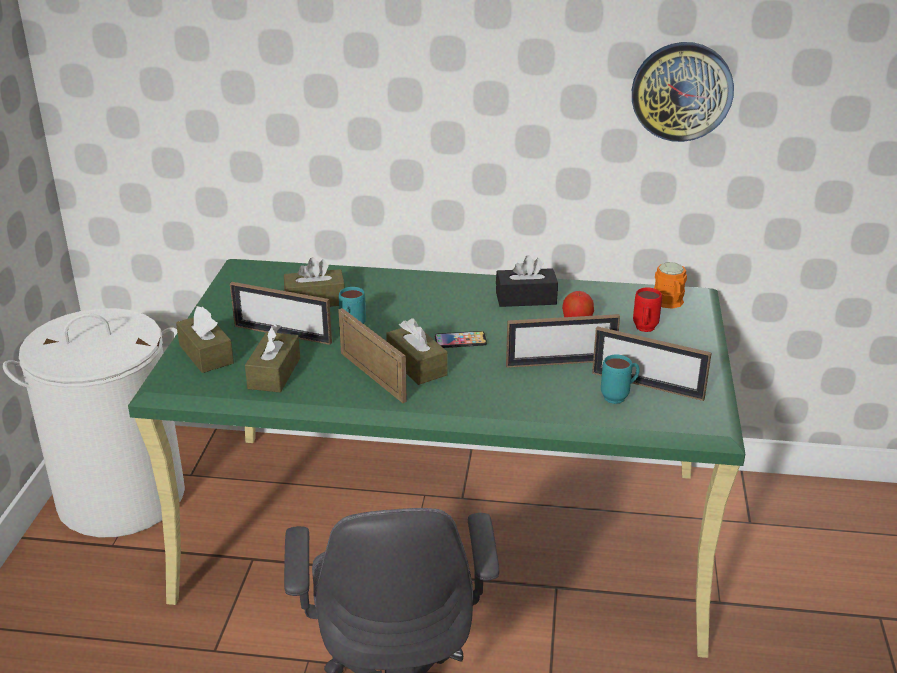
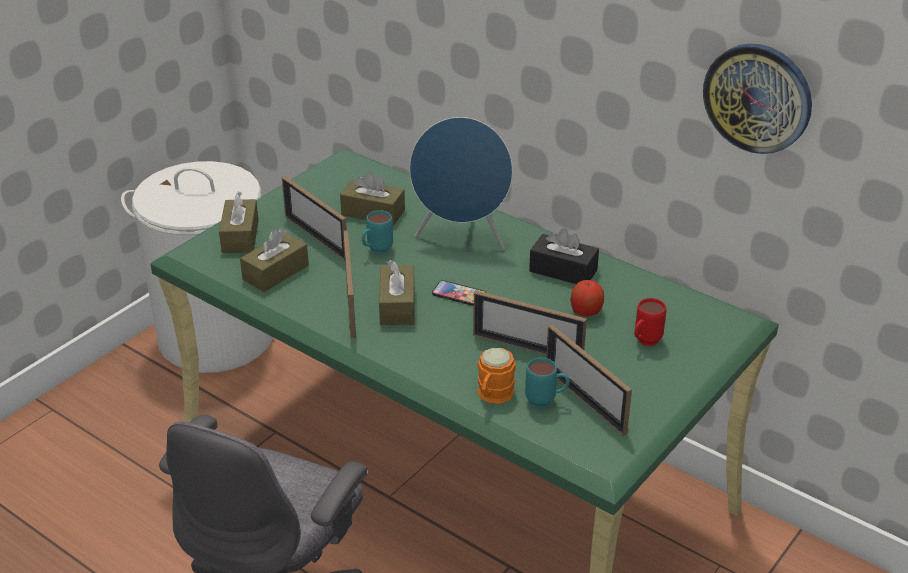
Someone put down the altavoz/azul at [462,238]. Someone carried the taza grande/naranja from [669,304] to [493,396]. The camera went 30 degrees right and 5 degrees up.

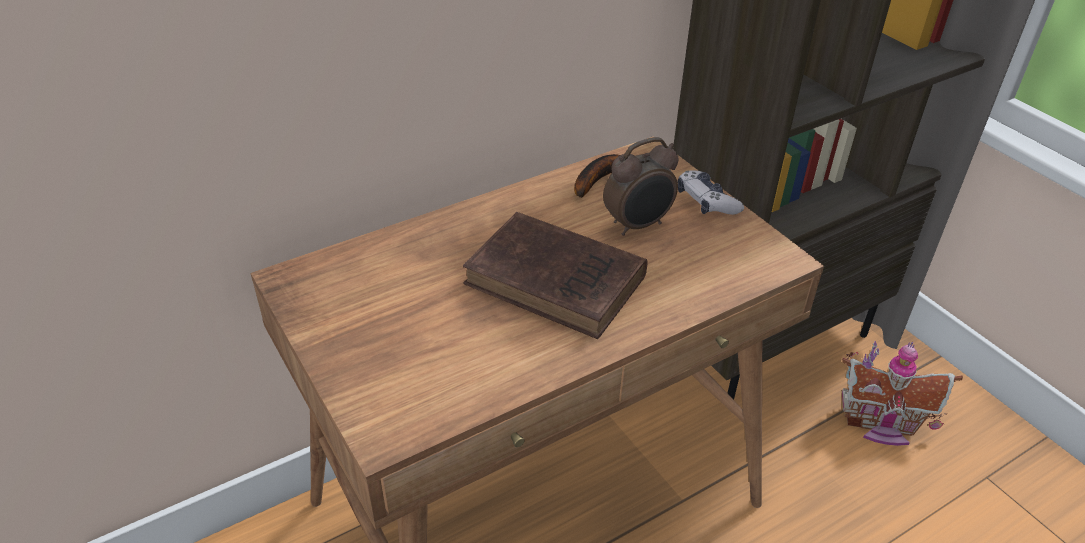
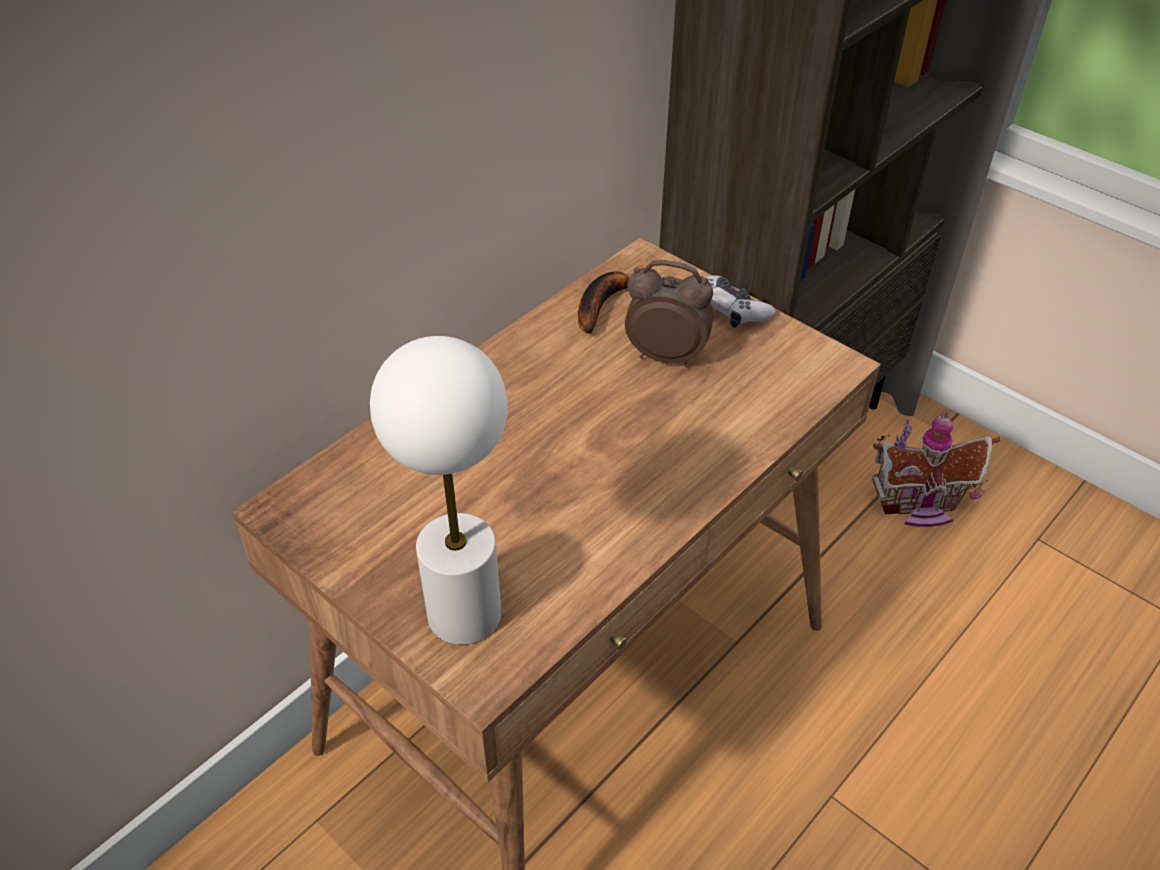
Someone took away the libro/marrón at [559,282]. Someone put down the lámpara de mesa/blanco at [465,613]. Someone rotated the despertador at [638,225] by 120 degrees counterclockwise. The camera went 15 degrees left and 5 degrees up.

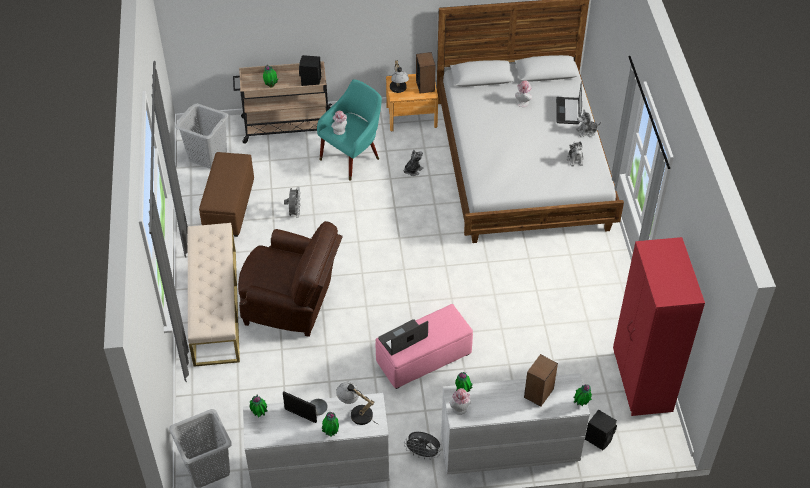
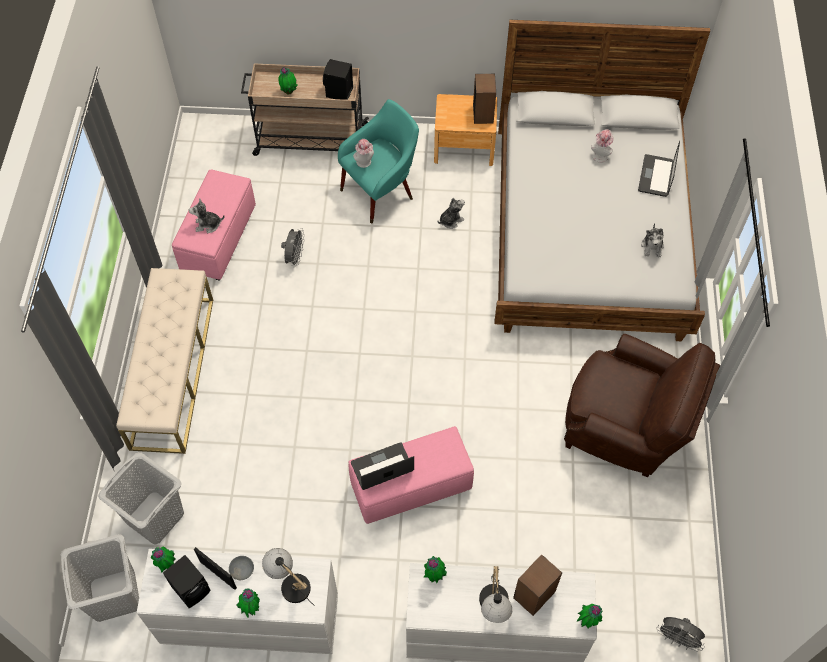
Someone took away the sombrero at [460,410]. Someone took away the armario ropero/rojo at [641,382]. Someone carried the cesto de la ropa/gris from [207,156] to [155,518]. Someone carried the sillón/marrón from [292,305] to [626,427]. Someone carried the lámpara de mesa from [399,90] to [494,607]. Someone carried the ventilador/gris from [423,454] to [677,638]. Someone carried the peluche from [587,131] to [208,225]. Someone carried the altavoz/negro from [599,438] to [192,588]. Someone repainted the puf/marrón at [229,206], which became the puf/rosa at [219,238]. The camera went 10 degrees right and 10 degrees up.

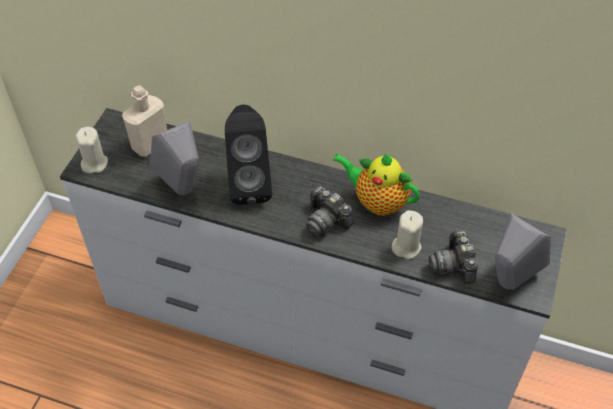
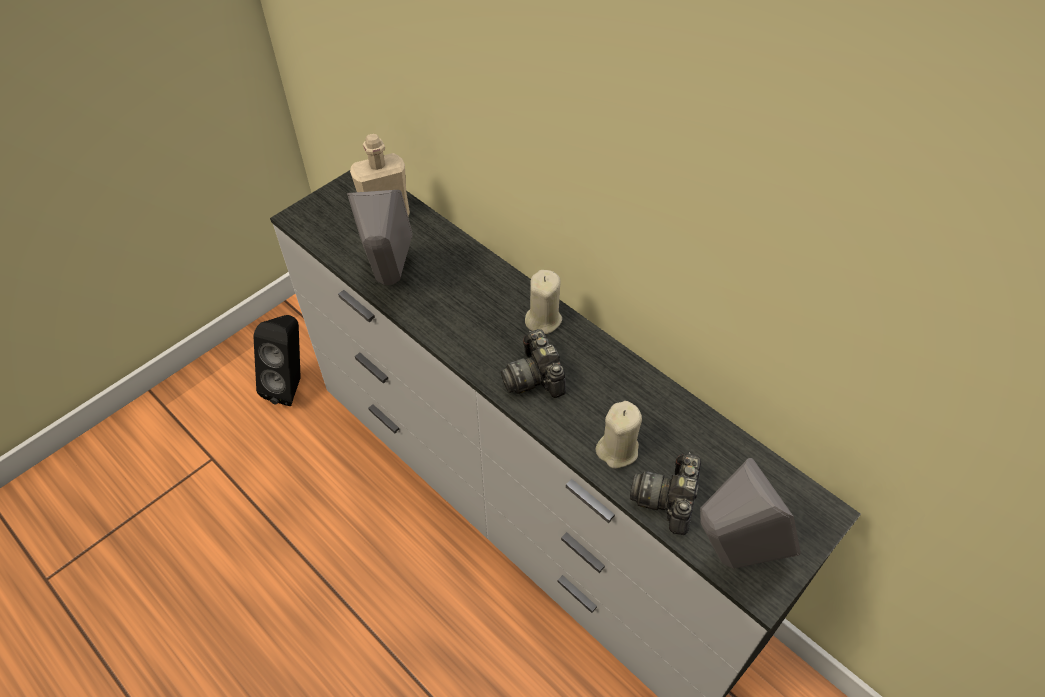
Someone took away the tetera at [377,201]. Someone carried the vela/beis from [94,163] to [543,319]. Someone carried the altavoz/negro from [249,184] to [291,385]. The camera went 25 degrees right and 0 degrees up.

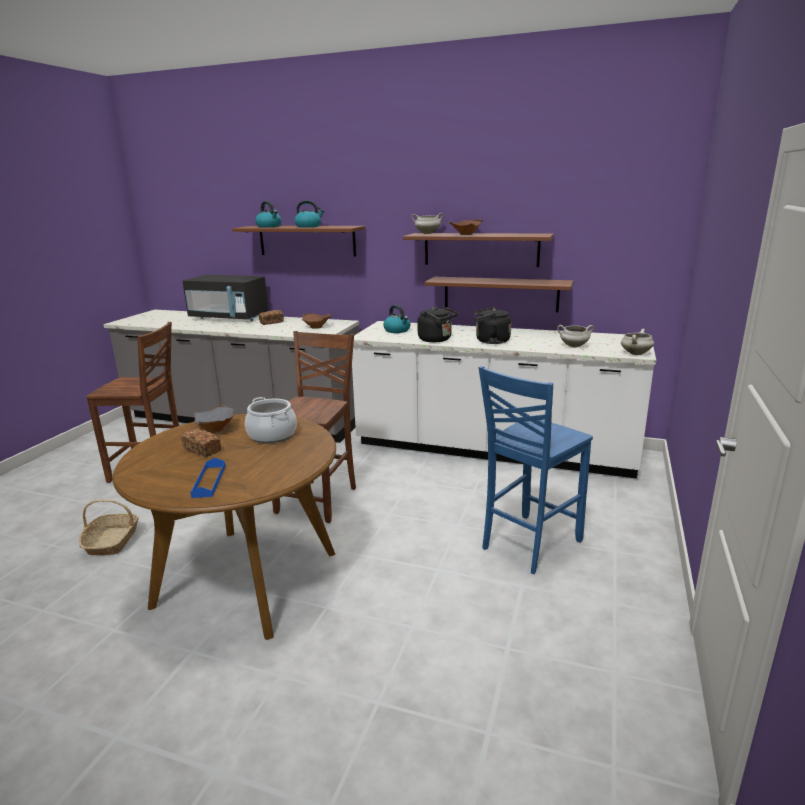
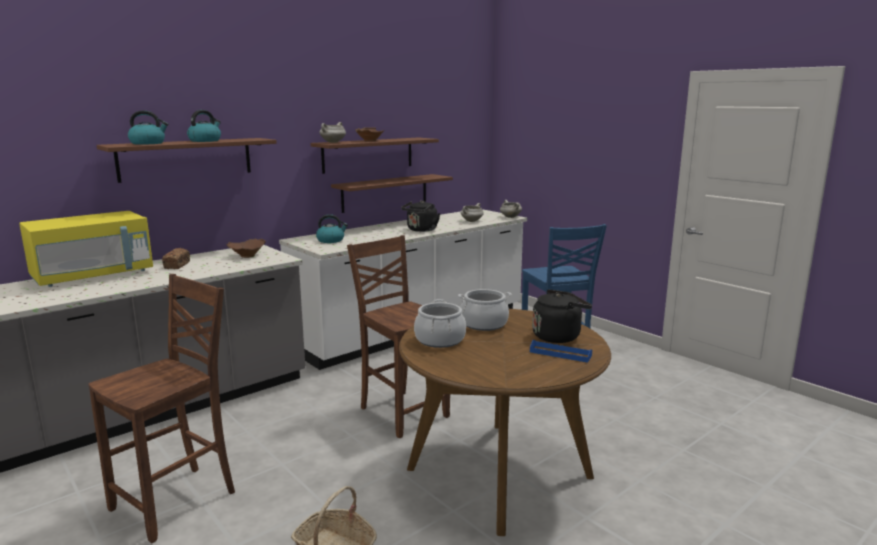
Someone took away the pan at [202,450]. Someone carried the hervidor/negro from [437,340] to [558,336]. Someone swapped the cuenco/gris at [216,429] for the olla at [439,340]. Someone repainted the microondas/negro at [229,318], which became the microondas/amarillo at [93,276]. The camera went 60 degrees left and 5 degrees down.

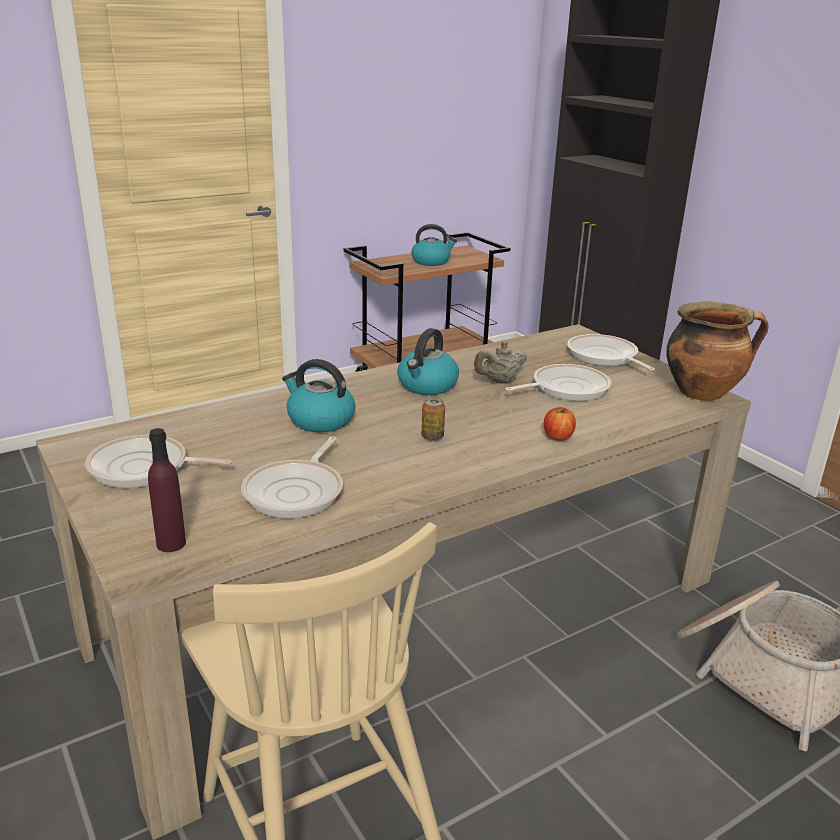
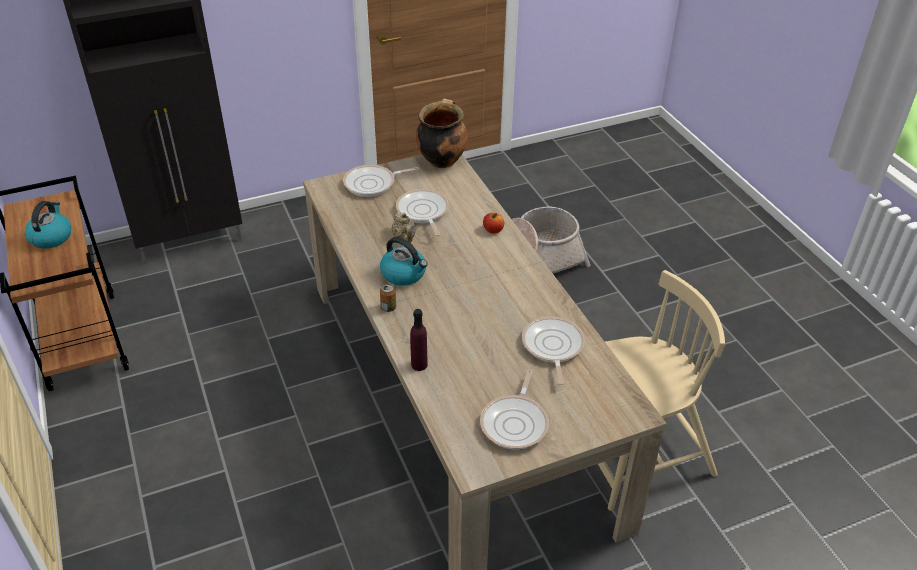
Someone took away the hervidor at [319,420]. Someone carried the botella/morado from [171,543] to [419,364]. Someone carried the lata from [432,437] to [388,308]. Someone rotated the sartén at [297,492] by 120 degrees counterclockwise. The camera went 80 degrees left and 15 degrees up.

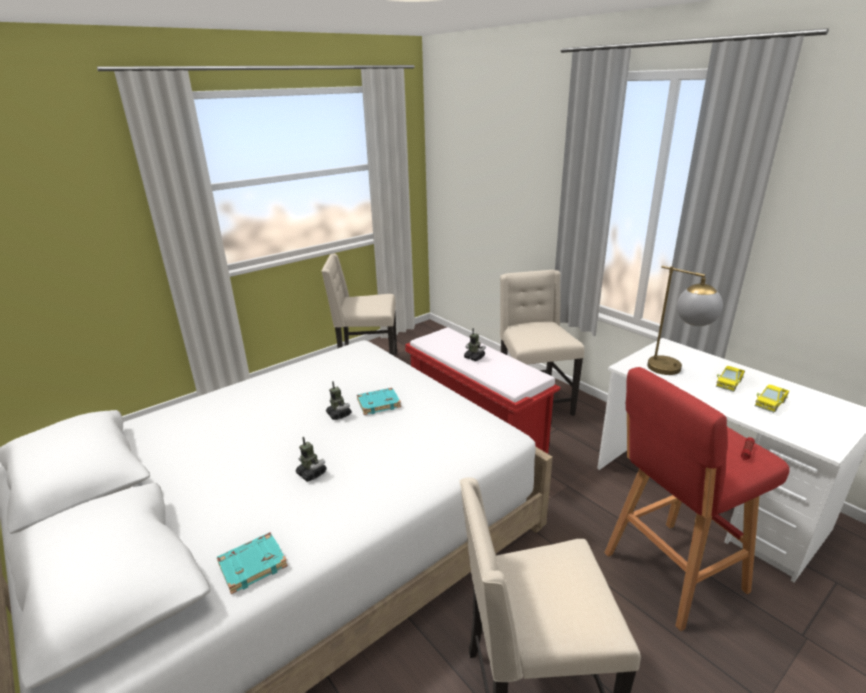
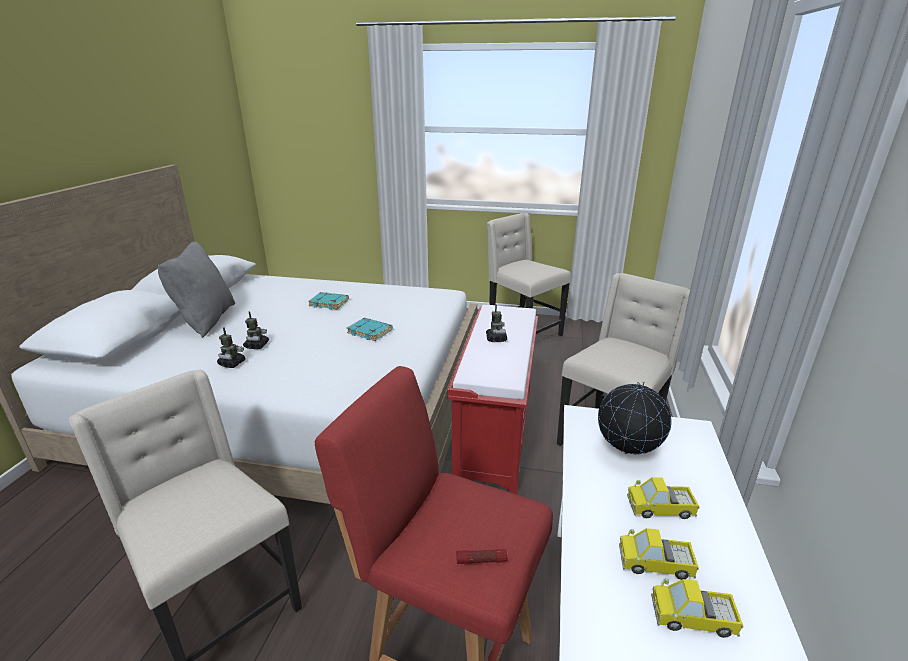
Someone put down the cojín/gris at [205,320]. Someone put down the camión de juguete at [692,618]. Someone carried the libro/turquesa from [253,564] to [330,303]. Someone carried the robot de juguete from [339,414] to [232,363]. Someone swapped the lámpara de mesa at [675,371] for the globo terráqueo at [627,454]. The camera went 50 degrees right and 0 degrees up.

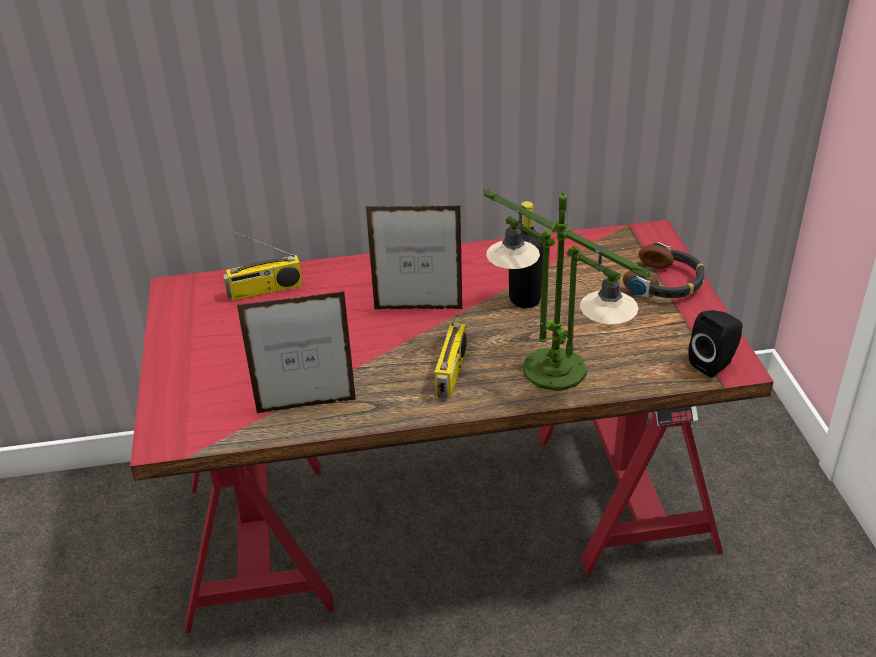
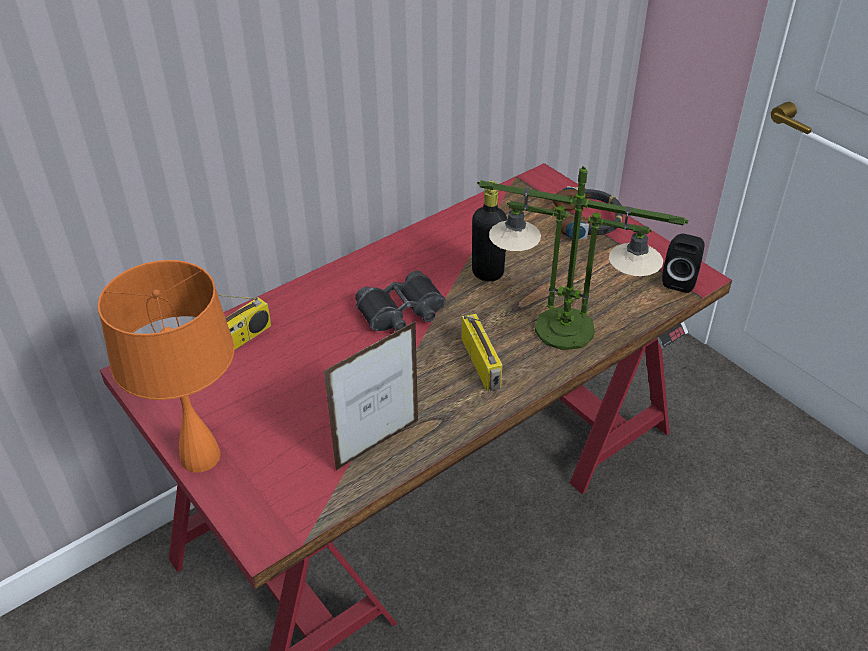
Someone put down the lámpara de mesa/naranja at [200,456]. Someone swapped the portarretratos at [418,309] for the prismáticos/negro at [402,312]. The camera went 30 degrees left and 5 degrees up.

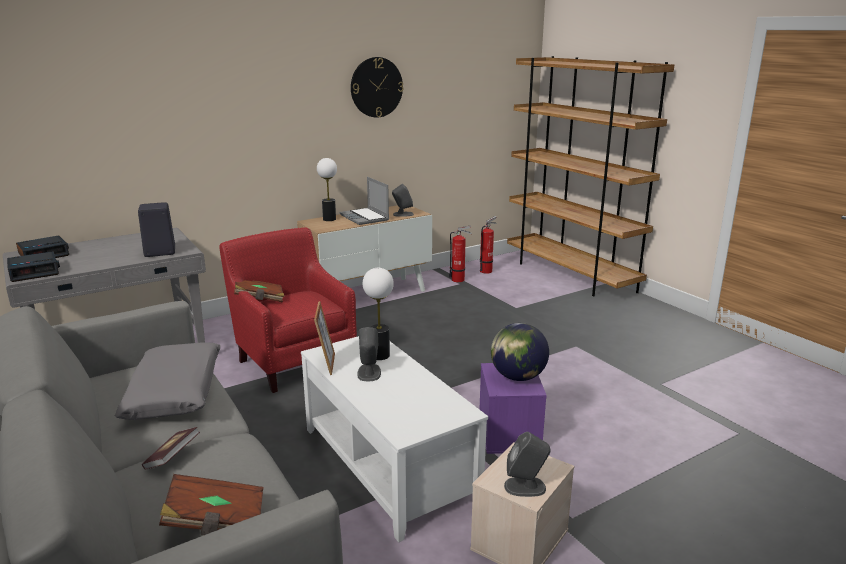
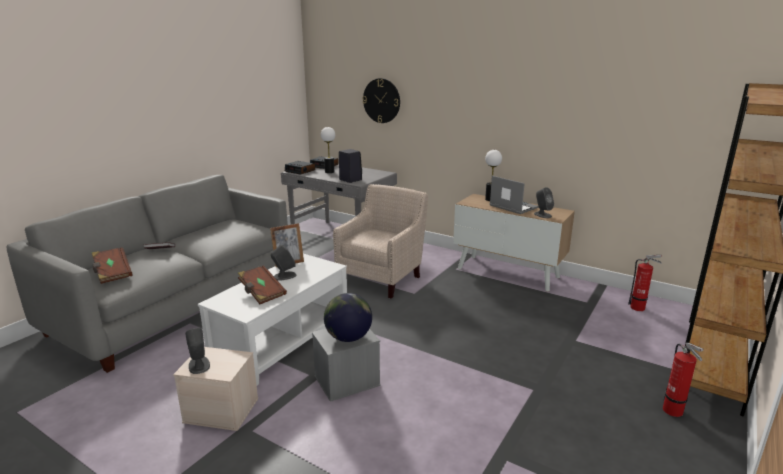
Someone took away the cojín/gris at [175,392]. Someone carried the libro/marrón from [259,299] to [261,293]. Someone carried the reloj de pared from [376,87] to [381,100]. Someone carried the lámpara de mesa from [380,355] to [329,172]. Someone carried the extintor from [459,280] to [674,412]. Someone repainted the sillón/rojo at [295,360], which became the sillón/beis at [382,278]. Someone repainted the caja de almacenaje/morado at [510,434], which became the caja de almacenaje/gris at [346,381]. Someone rotated the portátil at [365,217] by 105 degrees clockwise. The camera went 65 degrees right and 0 degrees up.

